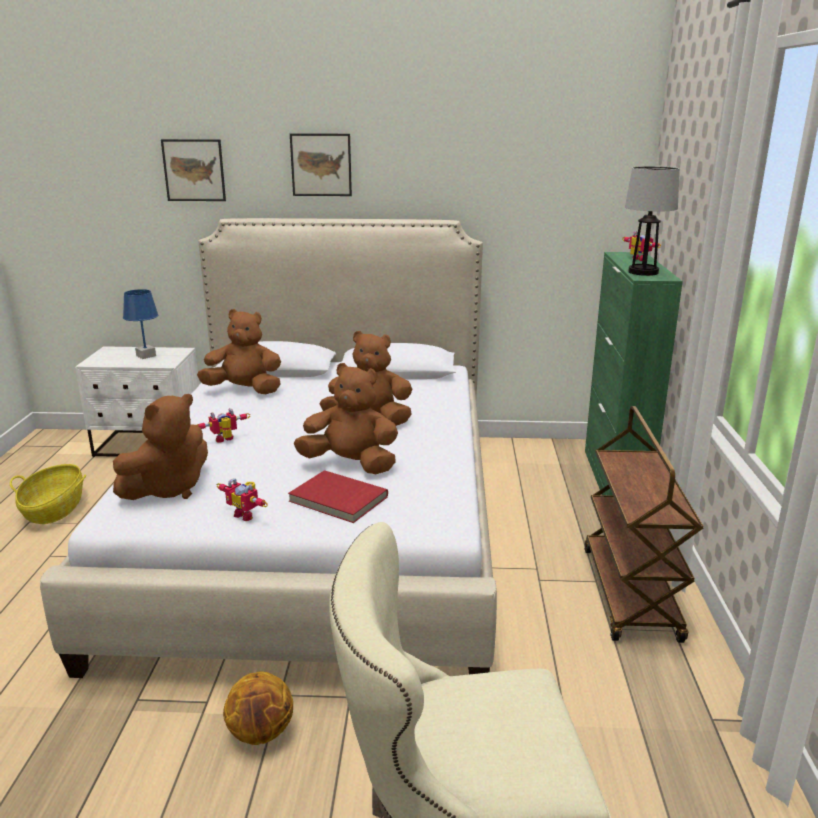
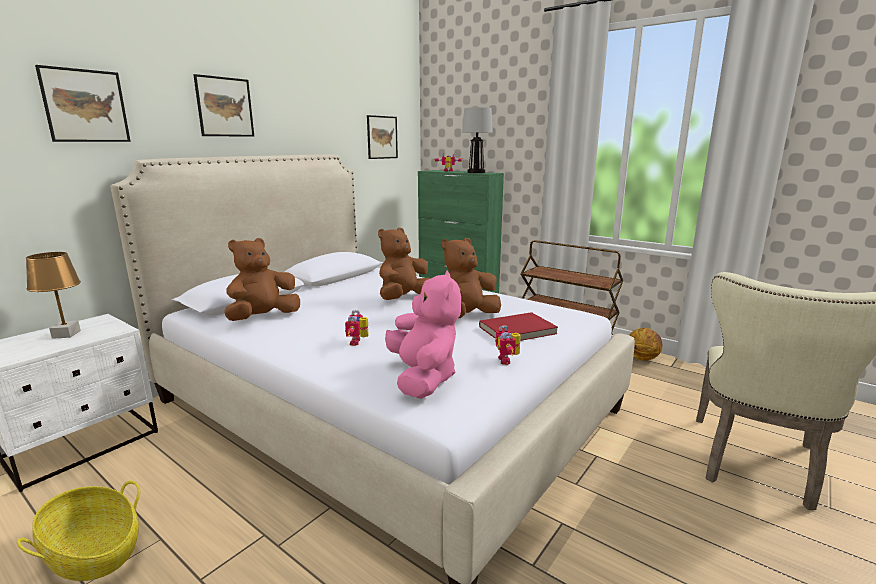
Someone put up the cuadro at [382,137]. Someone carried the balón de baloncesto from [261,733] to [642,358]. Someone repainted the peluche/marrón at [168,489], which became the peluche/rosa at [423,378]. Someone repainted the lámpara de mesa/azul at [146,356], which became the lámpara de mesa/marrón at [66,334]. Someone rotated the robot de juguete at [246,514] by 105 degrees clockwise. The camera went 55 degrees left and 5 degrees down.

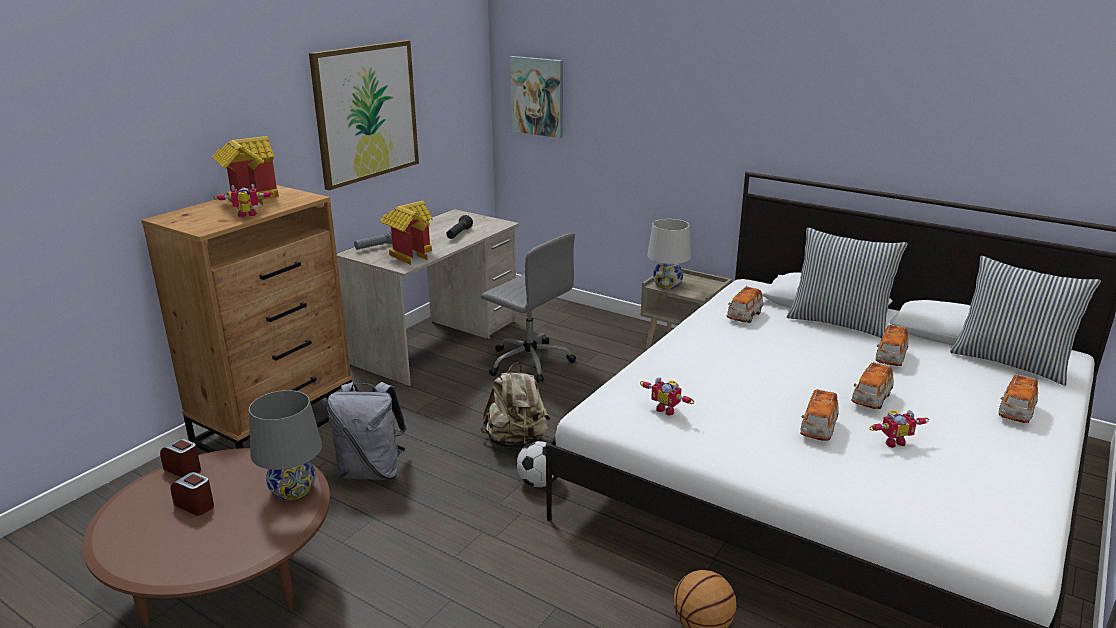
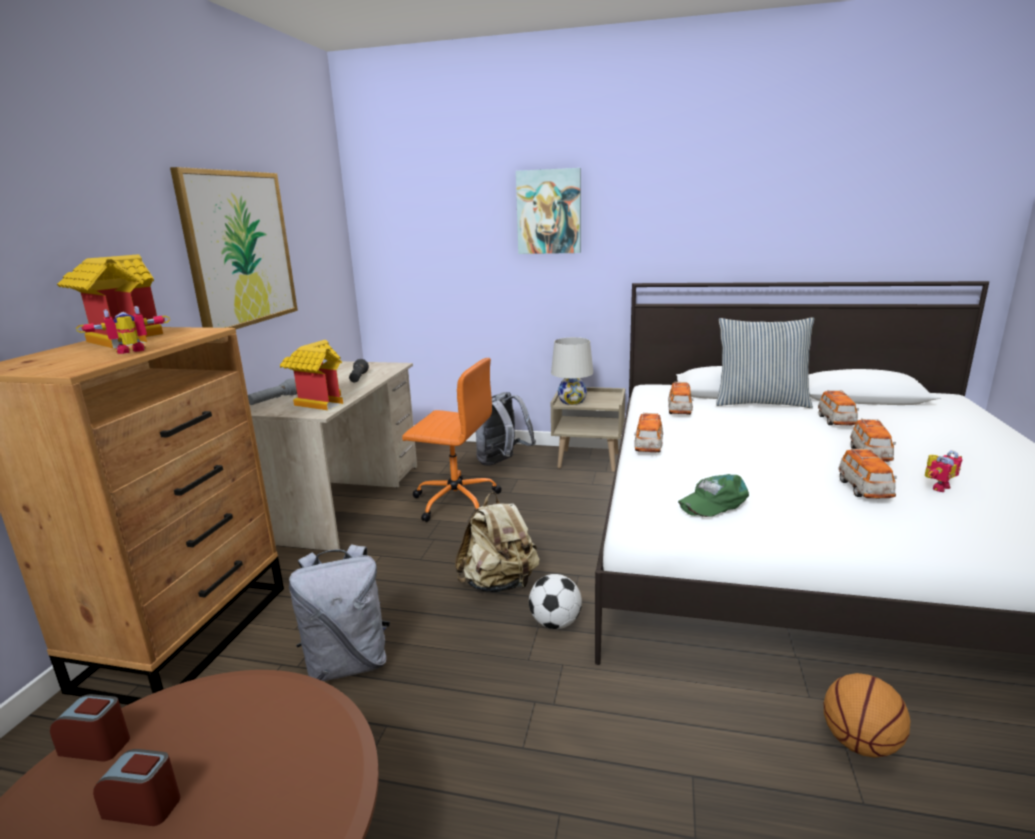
Someone took away the lámpara de mesa/gris at [293,490]. Someone took away the cojín at [1010,362]. Someone put down the mochila/gris at [502,462]. Someone carried the cuadro from [537,96] to [549,212]. Someone carried the coche de juguete from [1015,413] to [648,447]. Someone swapped the robot de juguete at [667,409] for the gorra/verde at [713,502]. Someone repainted the silla de oficina/gris at [529,361], which became the silla de oficina/naranja at [454,500]. The camera went 20 degrees left and 5 degrees down.

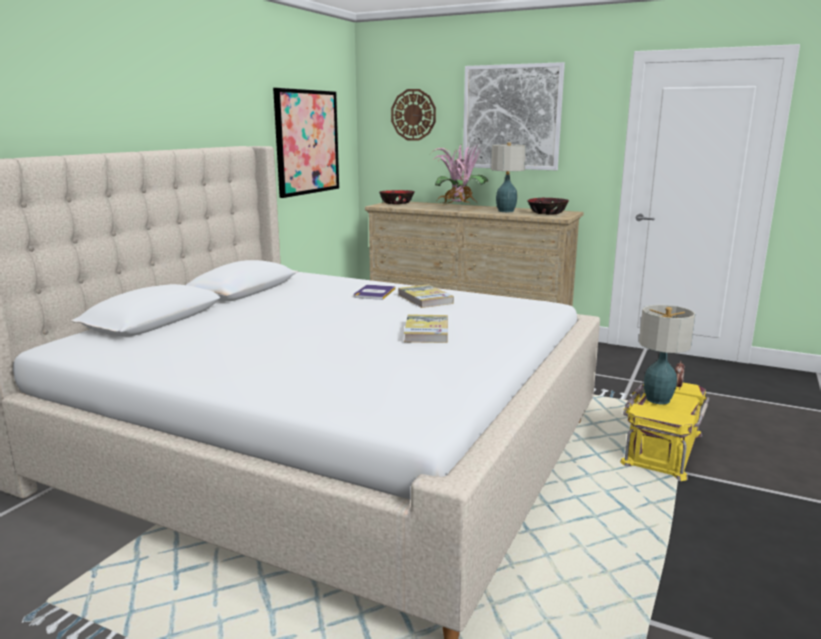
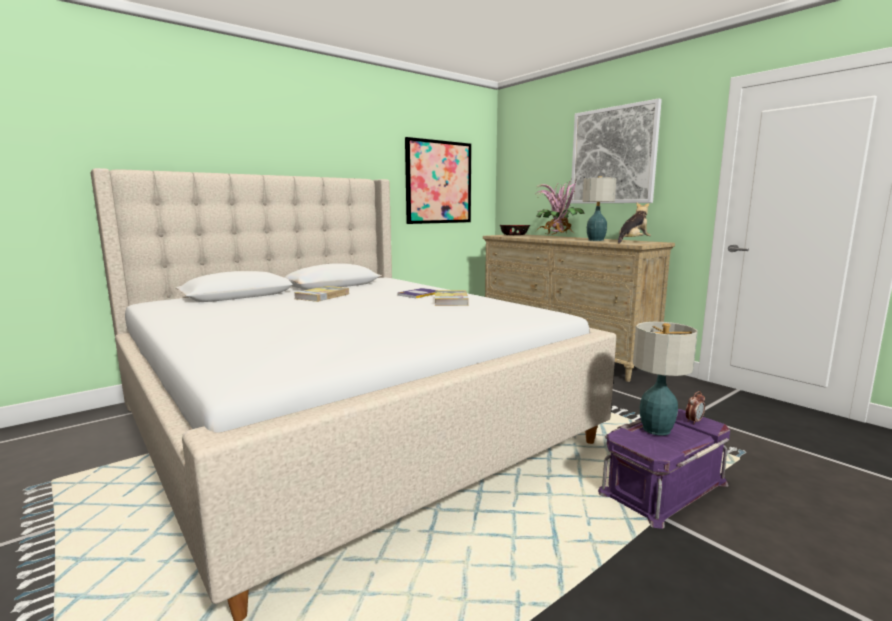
Someone took away the reloj de pared at [413,115]. Someone carried the libro from [426,332] to [322,296]. Someone swapped the cuenco at [547,213] for the peluche at [633,242]. Someone repainted the caja de almacenaje/amarillo at [660,448], which became the caja de almacenaje/morado at [662,487]. The camera went 25 degrees right and 5 degrees down.

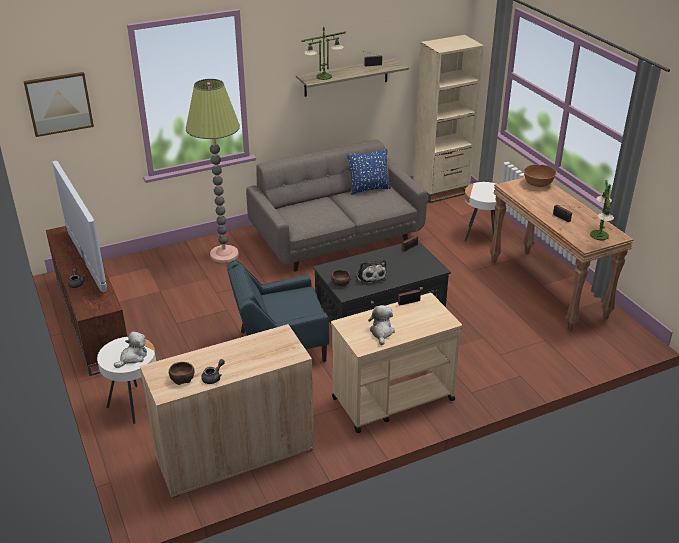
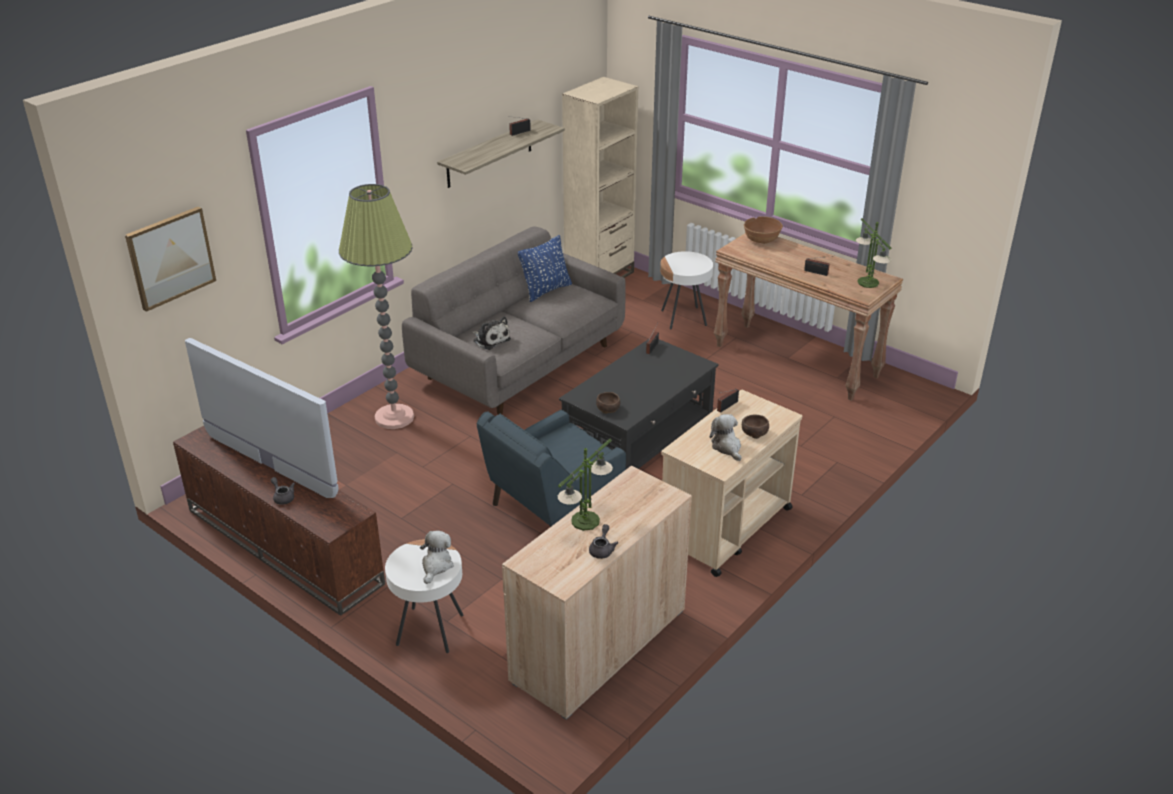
Someone carried the cuenco/marrón from [182,378] to [754,432]. Someone carried the lámpara de mesa from [324,76] to [585,520]. Someone carried the peluche from [370,276] to [490,339]. The camera went 25 degrees left and 0 degrees up.

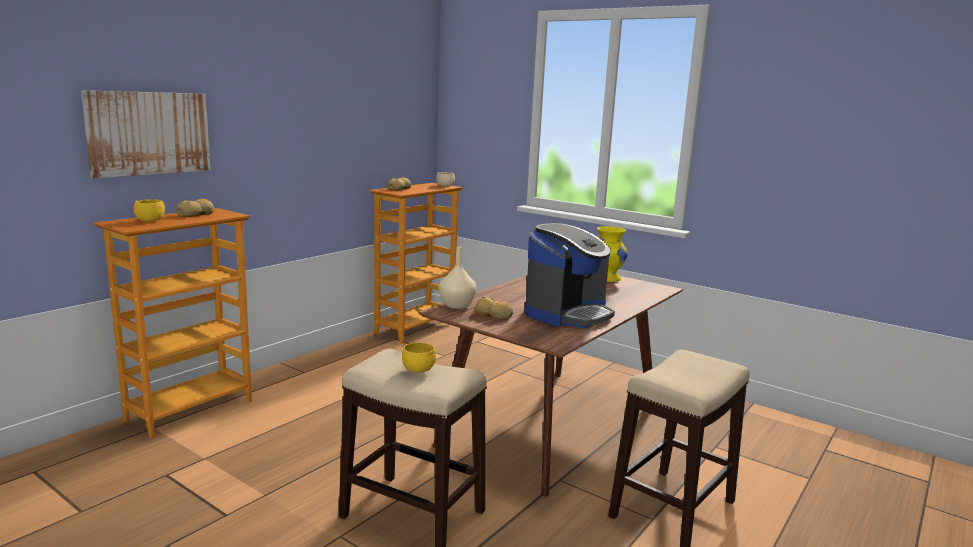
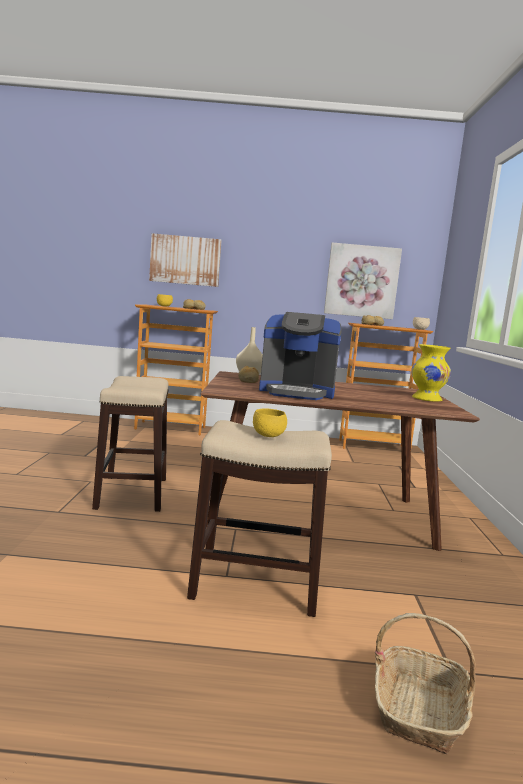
Someone put up the cuadro at [361,281]. Someone put down the cesta at [419,709]. Someone carried the cuenco/amarillo from [418,370] to [268,435]. The camera went 55 degrees right and 5 degrees down.

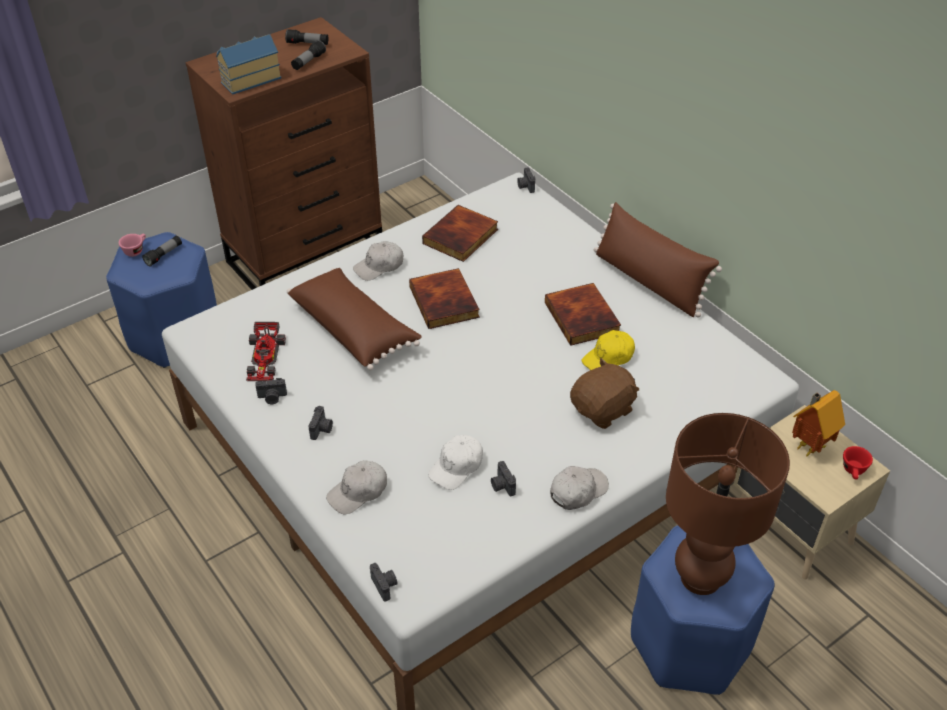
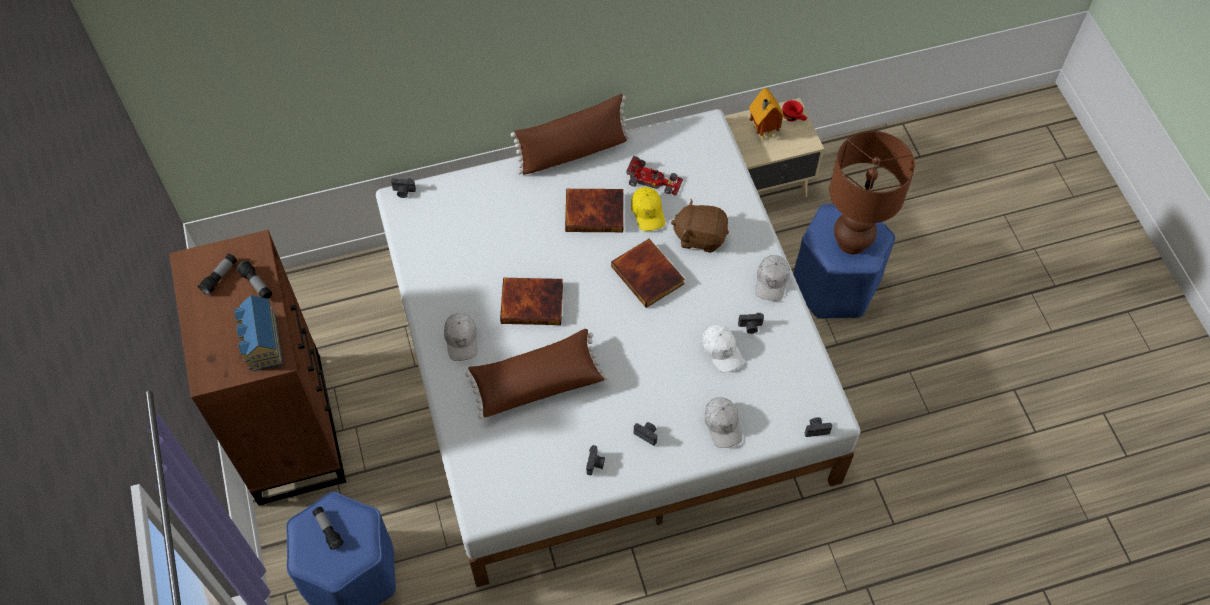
Someone took away the taza/rosa at [135,250]. Someone carried the coche de juguete from [264,358] to [654,180]. Someone carried the libro from [461,237] to [649,275]. Someone rotated the gorra/blanco at [578,491] by 150 degrees counterclockwise. Someone rotated the peluche/marrón at [603,410] by 60 degrees counterclockwise. The camera went 70 degrees left and 15 degrees up.

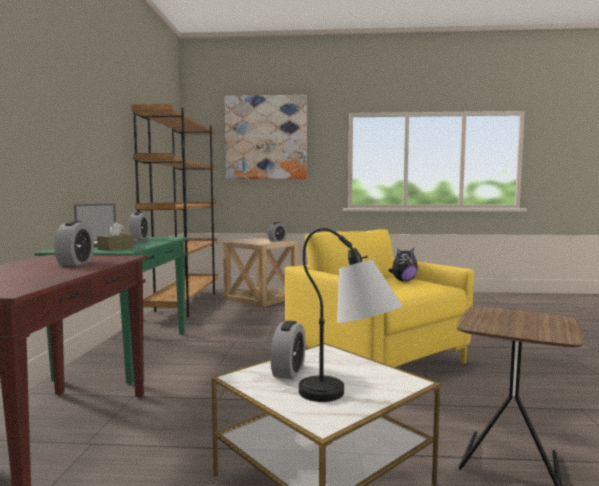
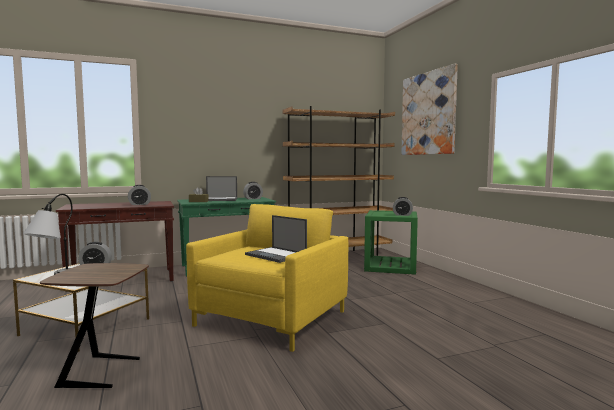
Someone swapped the peluche at [403,281] for the portátil at [276,255]. Someone repainted the mesa auxiliar/beis at [261,298], which became the mesa auxiliar/verde at [390,266]. The camera went 65 degrees right and 0 degrees up.

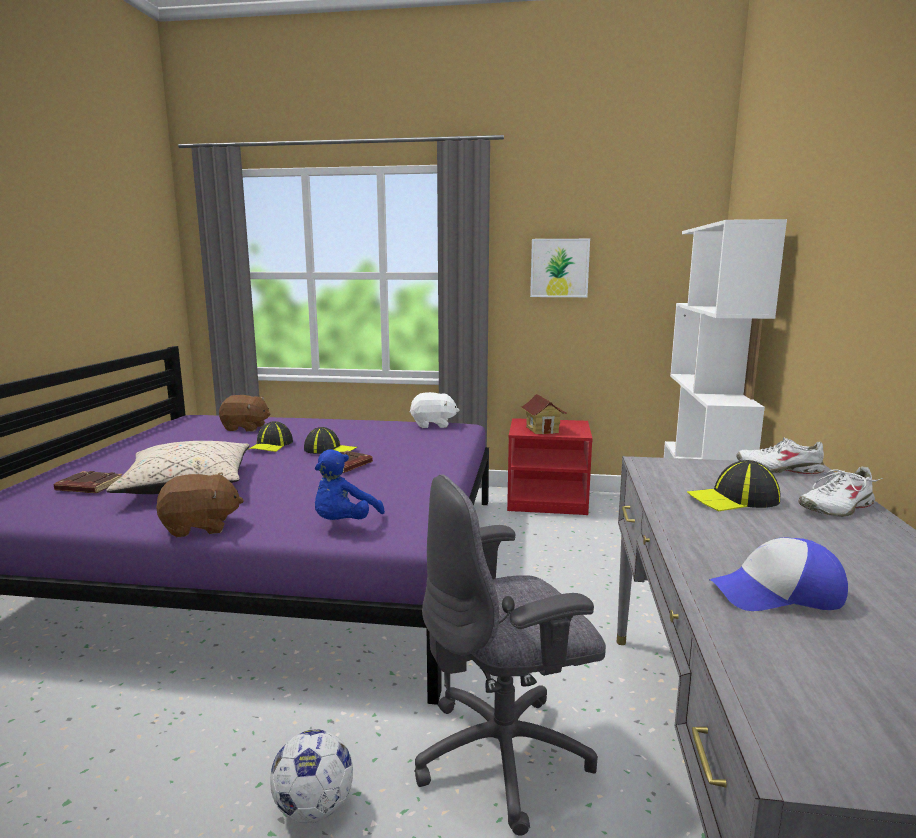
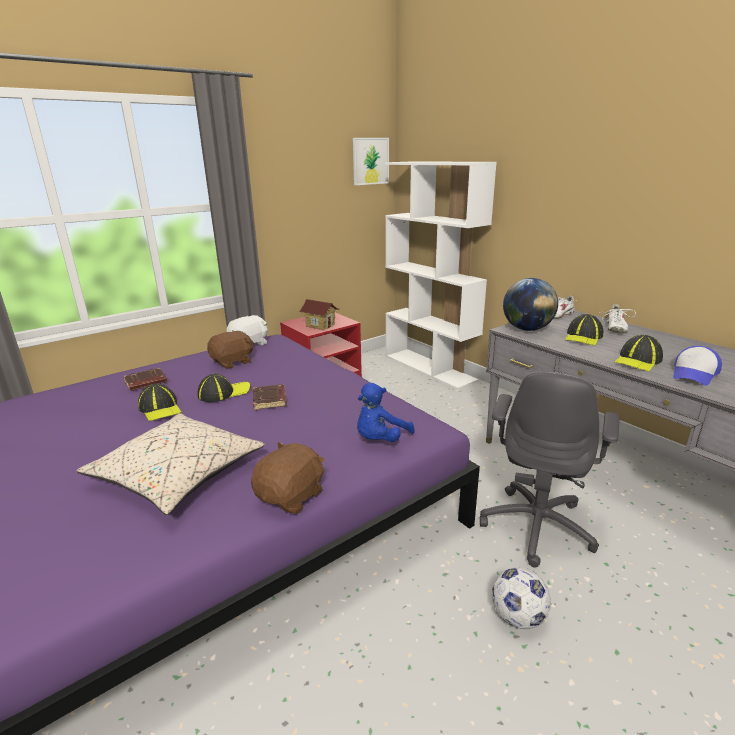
Someone put down the globo terráqueo at [527,329]. Someone put down the gorra at [638,360]. Someone carried the libro/marrón from [88,487] to [145,383]. Someone carried the peluche/marrón from [245,428] to [233,362]. Someone carried the cuadro from [559,268] to [370,161]. Someone rotated the peluche/azul at [344,523] by 60 degrees clockwise. The camera went 45 degrees left and 10 degrees up.

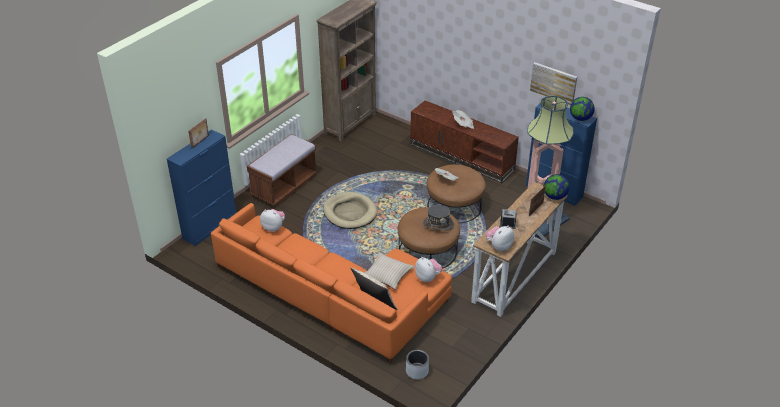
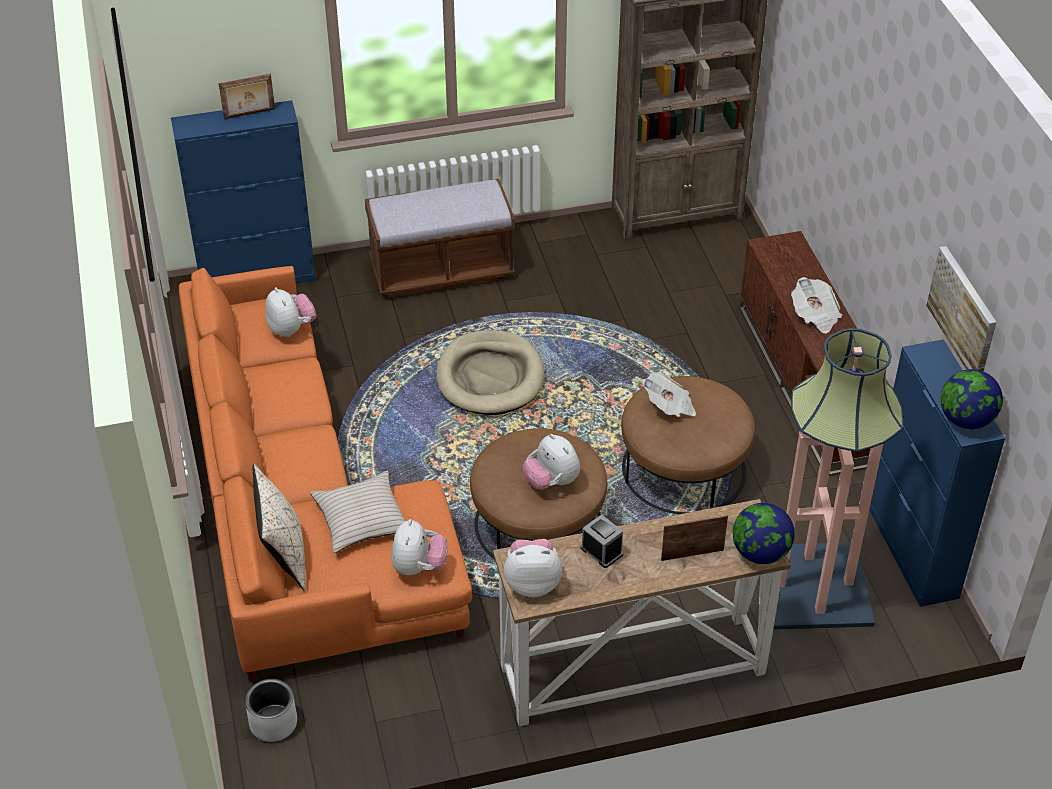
Someone swapped the sombrero/gris at [438,224] for the peluche at [551,481]. The camera went 40 degrees right and 5 degrees up.

